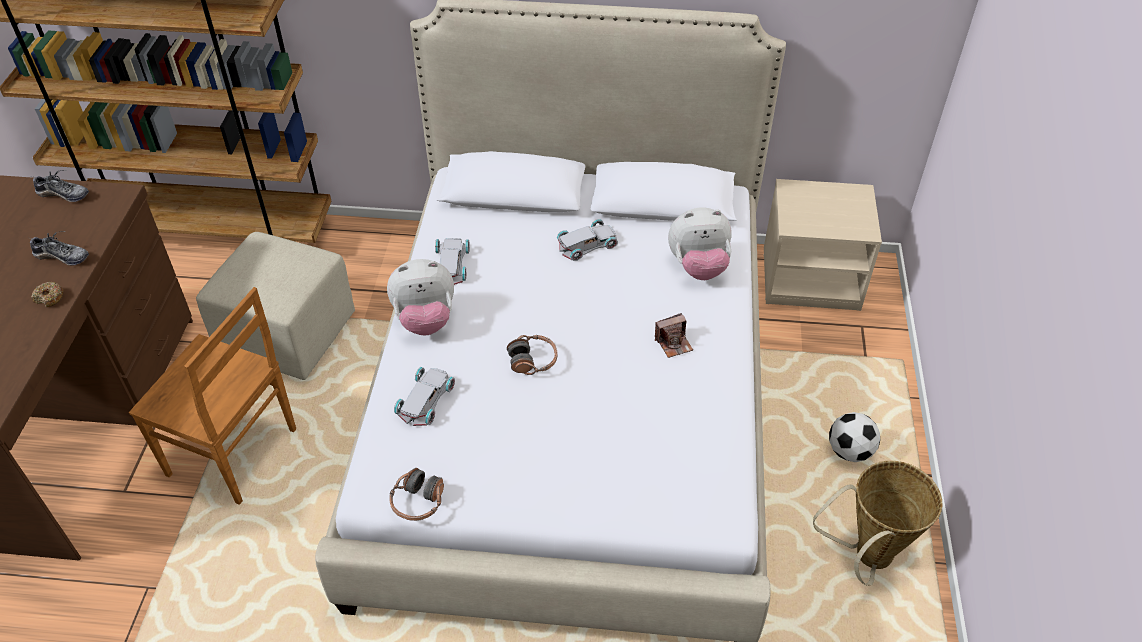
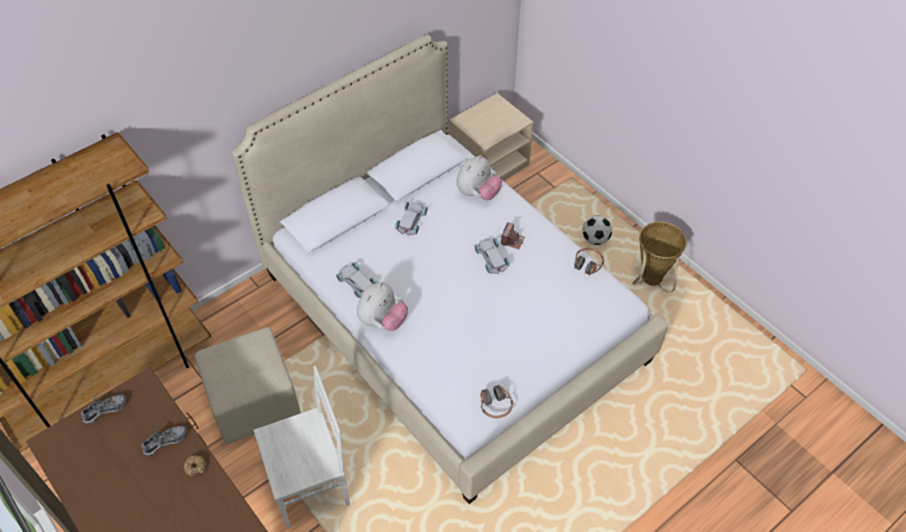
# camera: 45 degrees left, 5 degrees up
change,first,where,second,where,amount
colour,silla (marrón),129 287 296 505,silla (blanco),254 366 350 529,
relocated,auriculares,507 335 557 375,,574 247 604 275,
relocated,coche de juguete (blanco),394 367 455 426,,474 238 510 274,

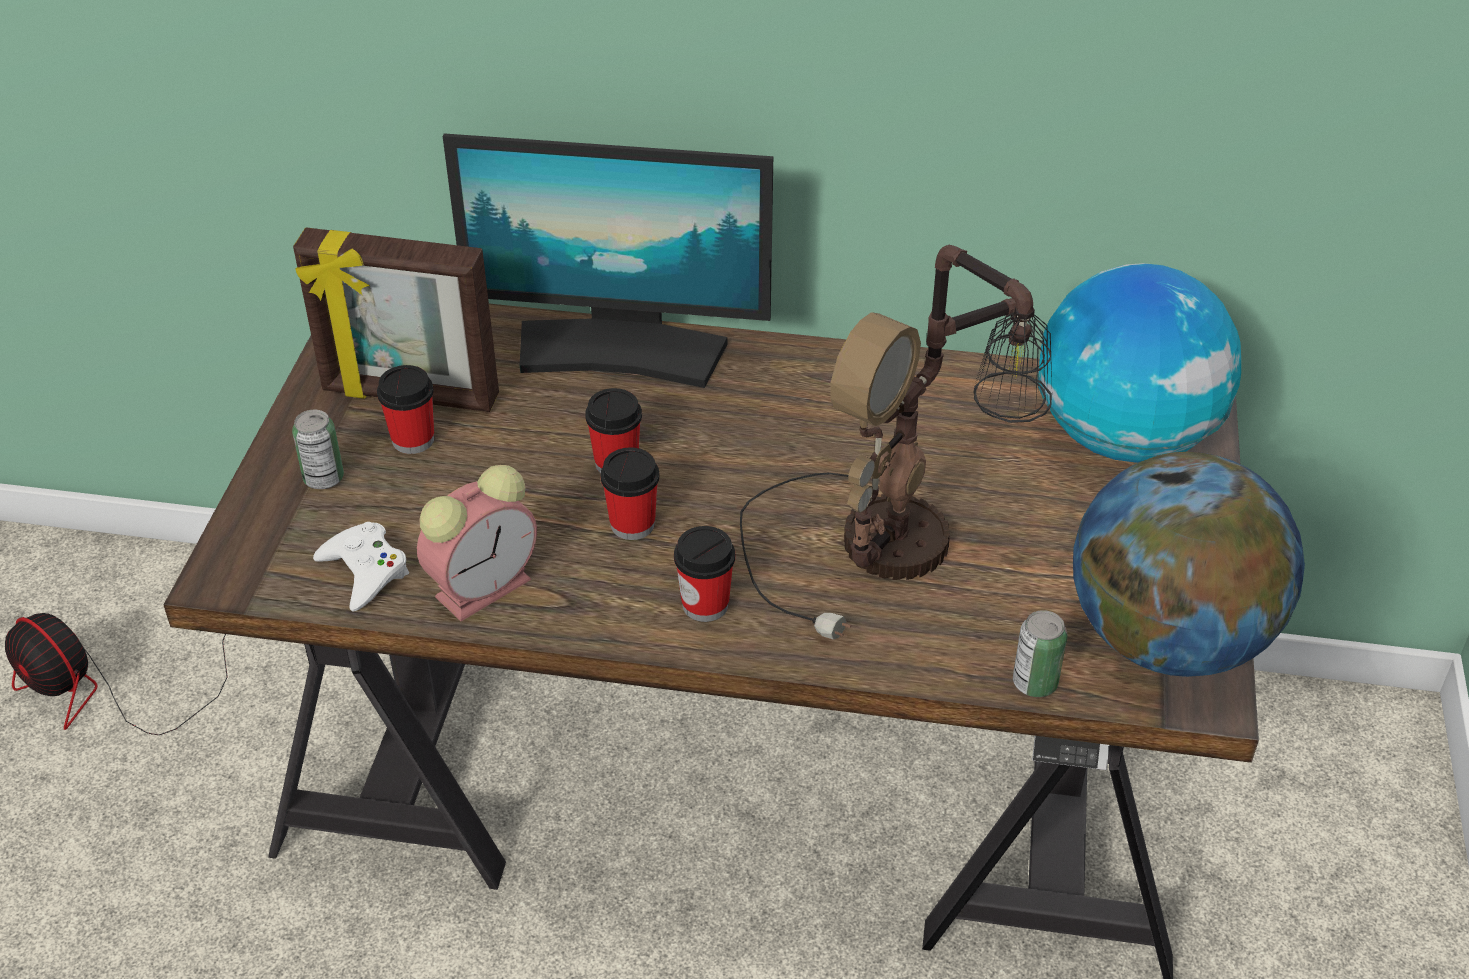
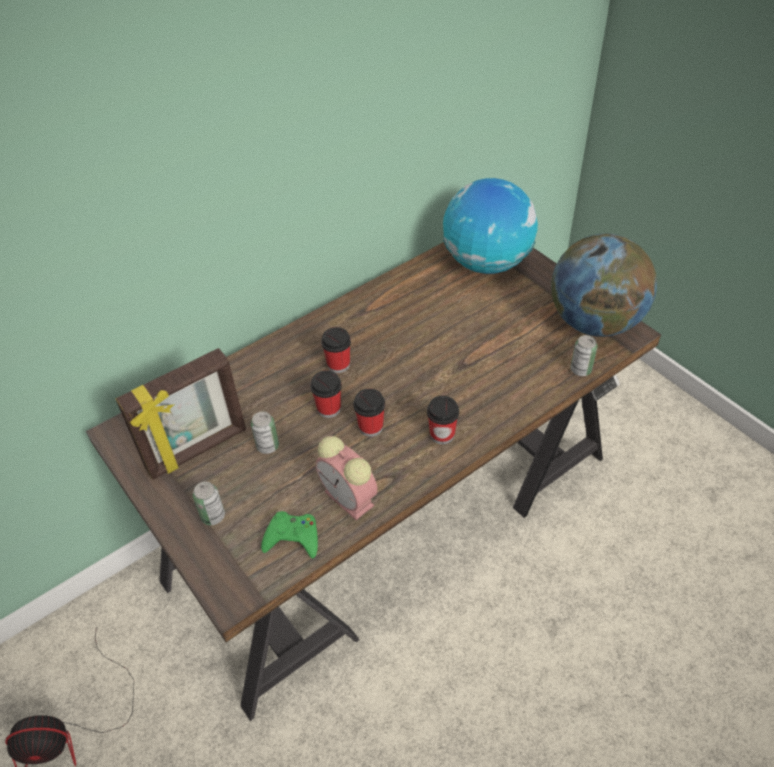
# camera: 45 degrees left, 5 degrees up
change,first,where,second,where,amount
missing,monitor,443 133 773 388,,,
missing,lámpara de mesa,740 245 1052 640,,,
relocated,taza,377 365 434 454,,321 327 351 373,
spun,despertador,417 465 537 621,,316 436 378 520,135 degrees clockwise
colour,mando de consola (blanco),313 522 409 611,mando de consola (verde),261 511 318 559,
appeared,,,lata,251 412 279 454,

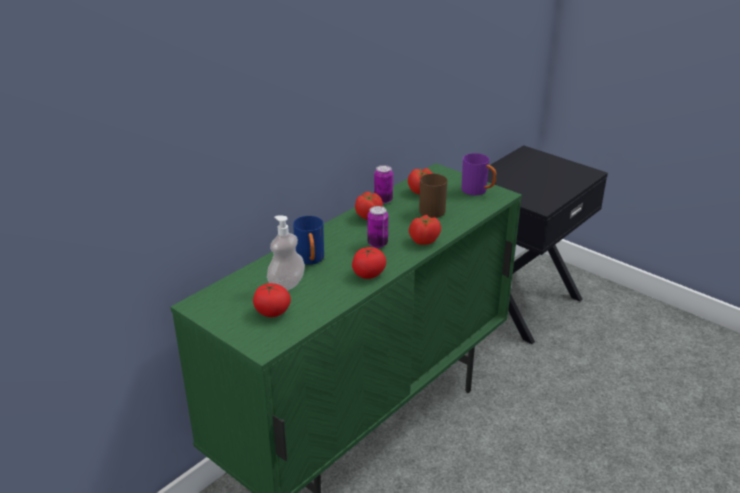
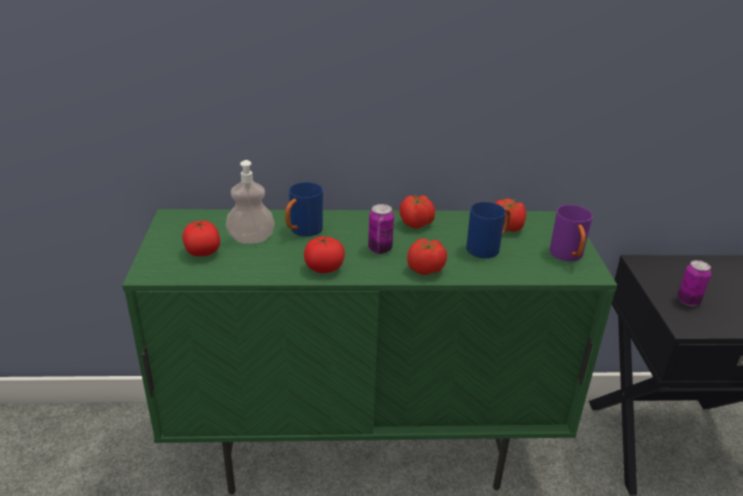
# camera: 45 degrees right, 0 degrees up
change,first,where,second,where,amount
relocated,lata,374 165 393 204,,677 260 711 306,
colour,taza grande (marrón),419 174 447 218,taza grande (azul),466 202 511 258,

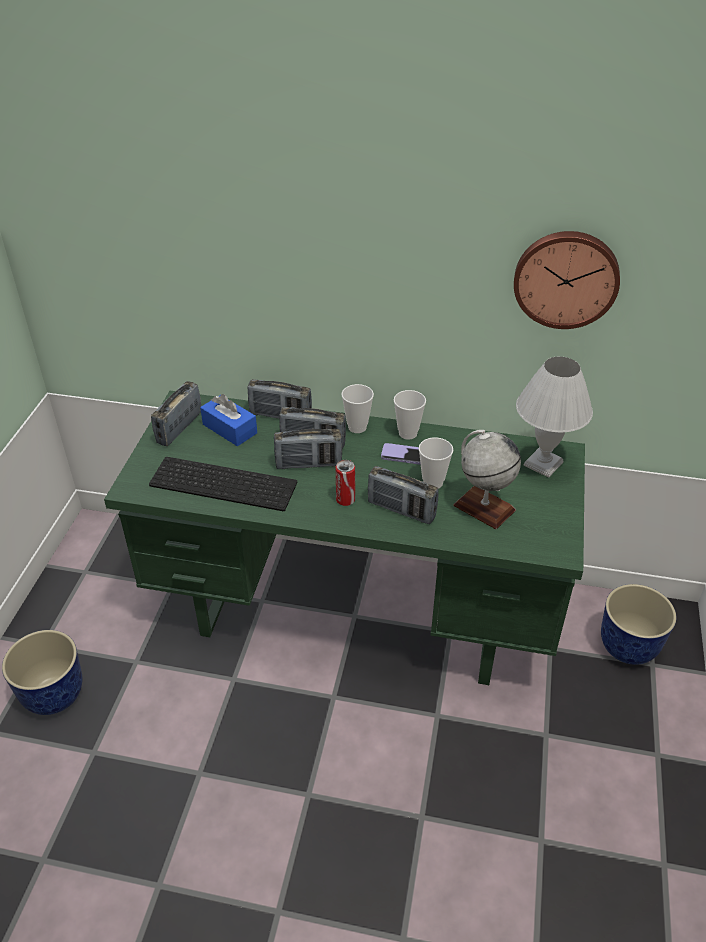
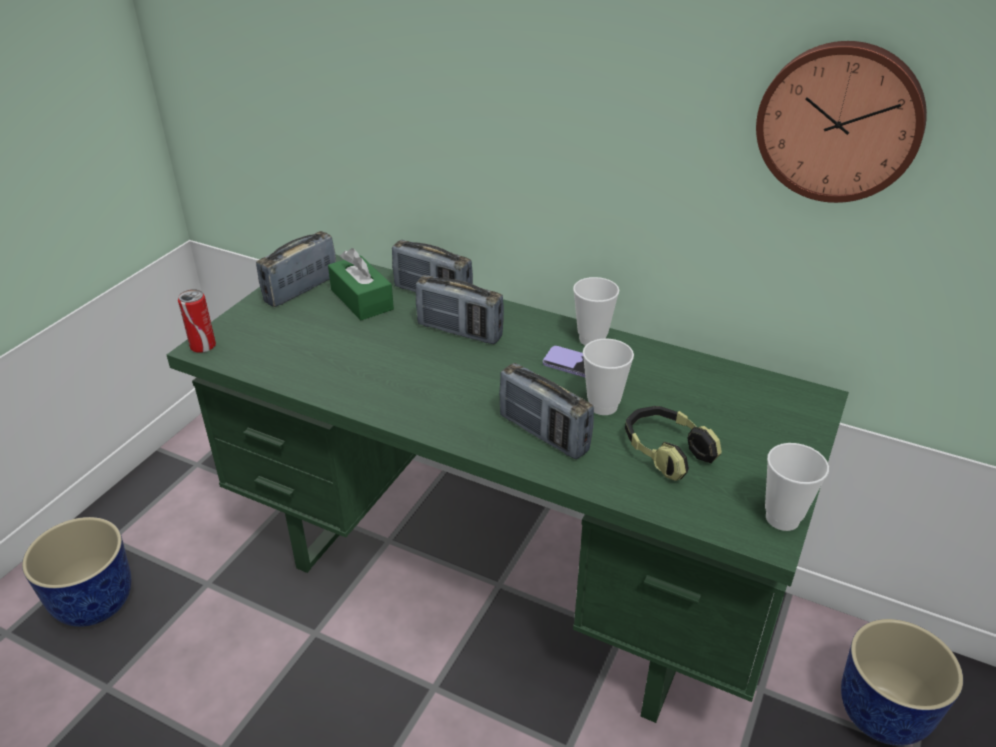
# camera: 15 degrees right, 5 degrees down
change,first,where,second,where,amount
missing,lámpara de mesa (blanco),516 356 593 478,,,
relocated,taza,342 384 374 433,,765 443 829 531,
colour,caja de pañuelos (azul),200 394 257 446,caja de pañuelos (verde),328 248 394 320,
missing,radio,274 429 342 469,,,
exchanged,globo terráqueo,453 430 521 529,auriculares,625 406 722 481,
missing,teclado,149 457 297 511,,,
relocated,lata,336 460 355 506,,178 289 216 353,

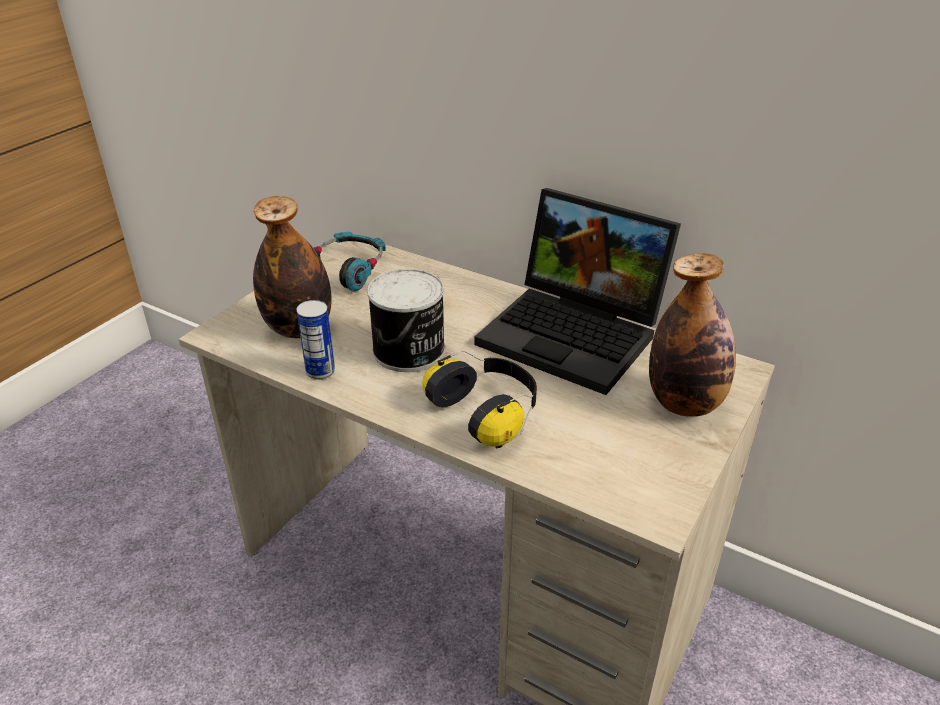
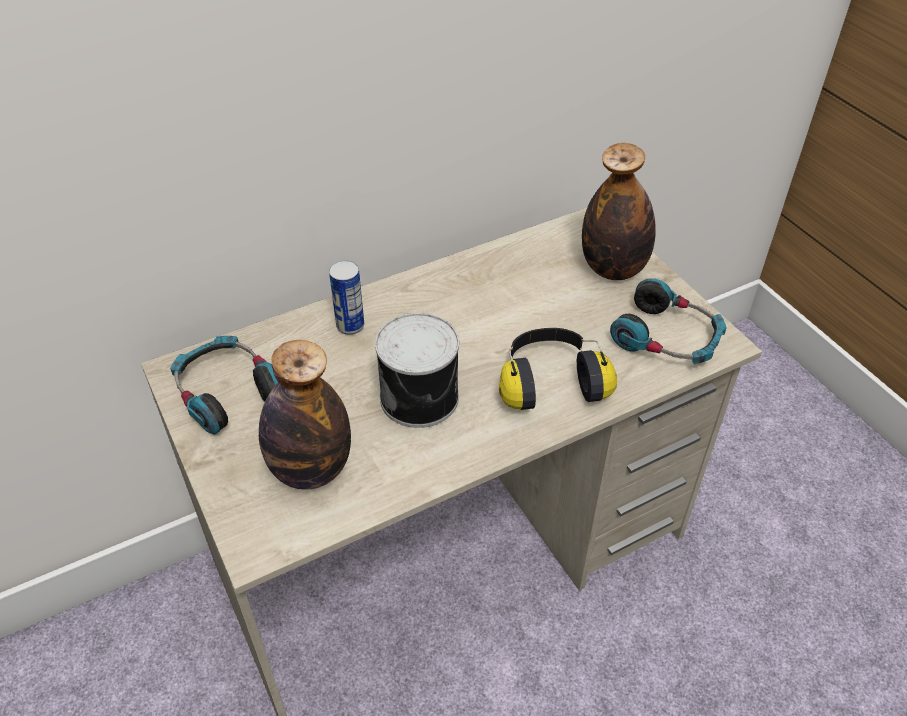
# camera: 60 degrees left, 10 degrees up
change,first,where,second,where,amount
missing,portátil,474 188 681 395,,,
relocated,lata,296 300 335 380,,329 260 364 335,
appeared,,,auriculares,610 279 727 364,

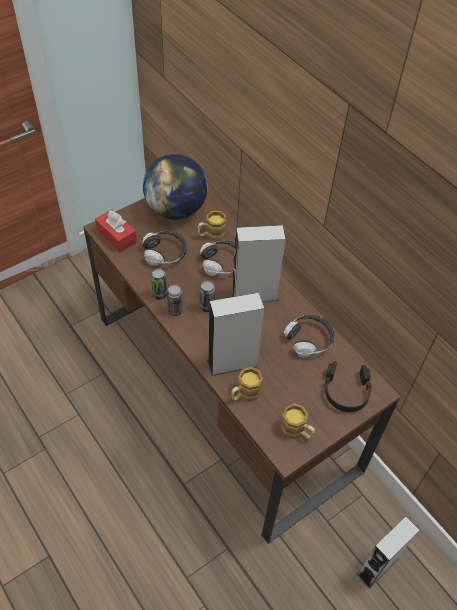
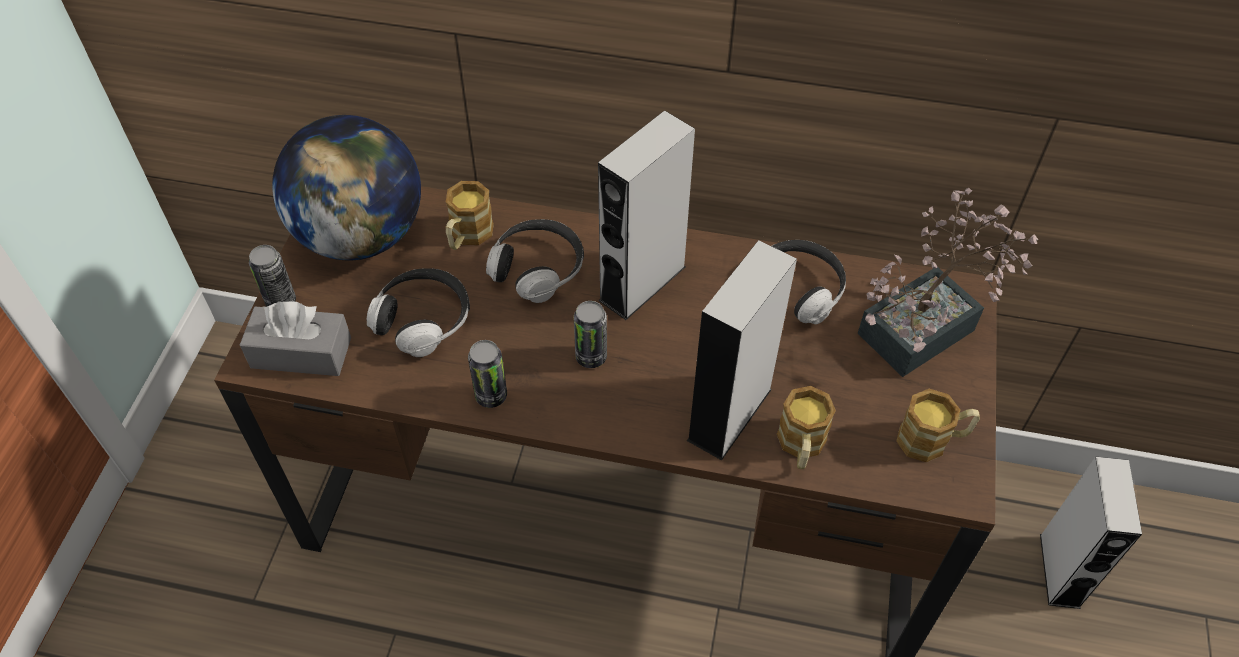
# camera: 40 degrees left, 0 degrees up
change,first,where,second,where,amount
colour,caja de pañuelos (rojo),95 209 137 252,caja de pañuelos (gris),240 301 351 376,
relocated,lata,167 284 183 316,,249 245 296 307,
exchanged,auriculares (negro),325 361 371 412,planta en maceta,858 188 1038 377,

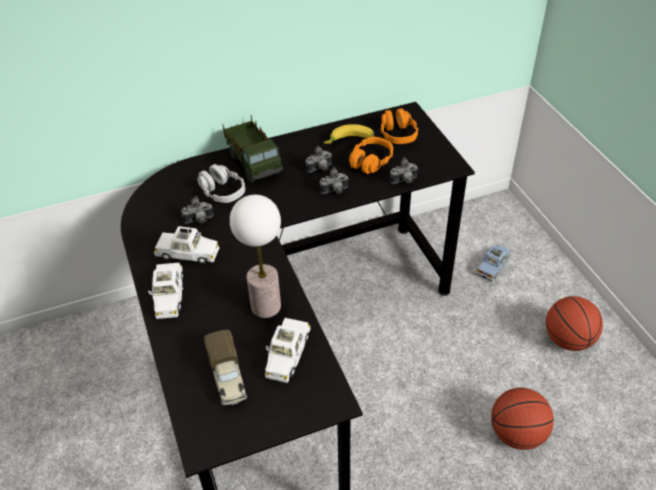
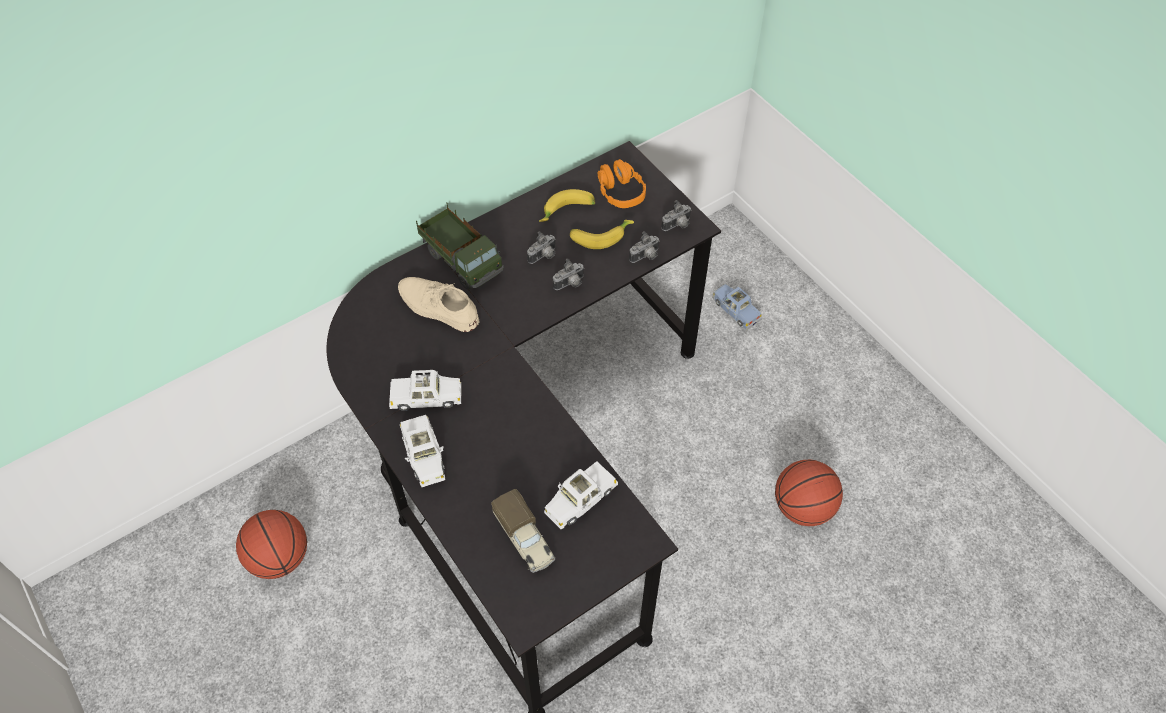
# camera: 15 degrees left, 10 degrees up
change,first,where,second,where,amount
exchanged,auriculares (naranja),349 137 393 174,plátano,570 220 634 249,
exchanged,auriculares (gris),197 164 245 203,zapato (beis),398 277 480 332,
missing,lámpara de mesa,230 195 281 318,,,
relocated,cámara,181 196 214 223,,661 200 692 231,
spun,coche de juguete (azul),475 244 510 282,,712 284 763 330,60 degrees counterclockwise
relocated,balón de baloncesto,546 296 603 351,,236 510 307 579,
spun,coche de juguete (blanco),265 318 310 383,,544 461 618 529,45 degrees clockwise

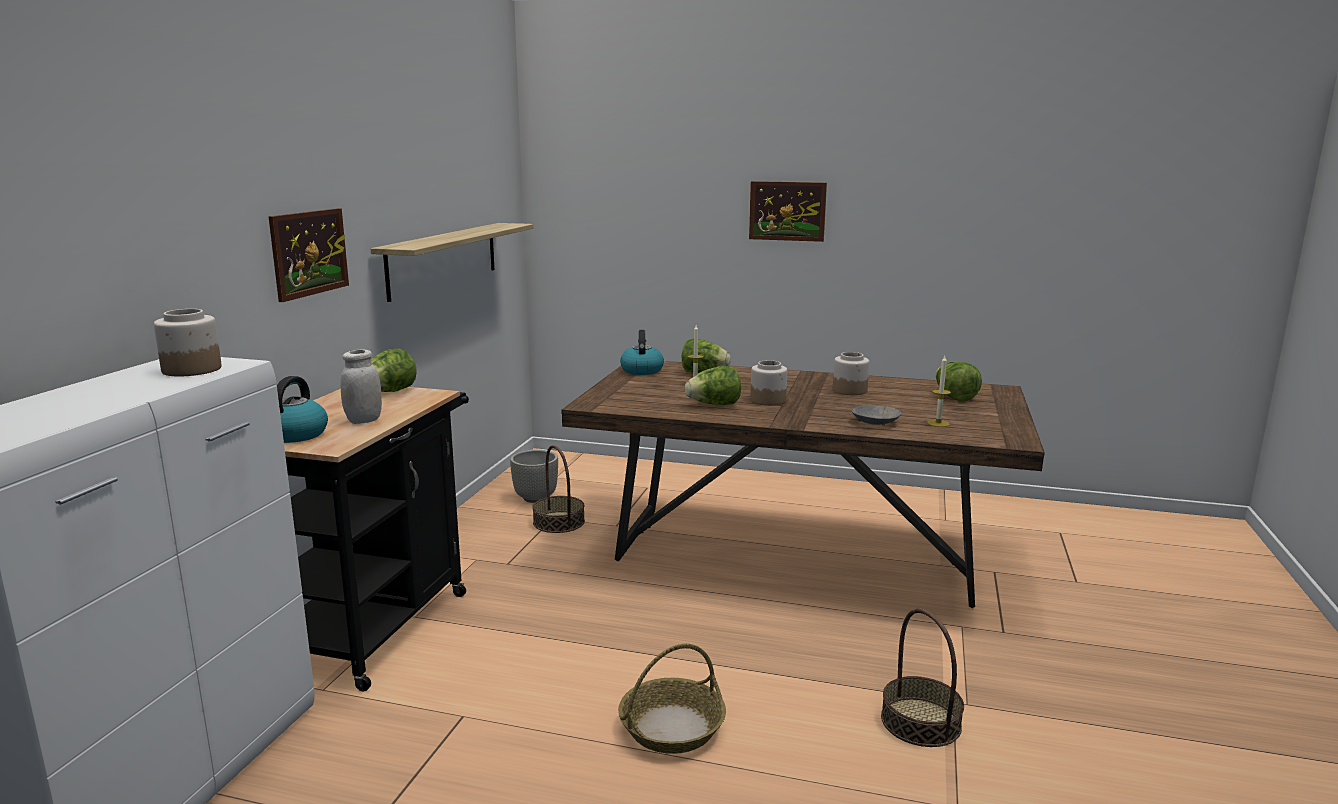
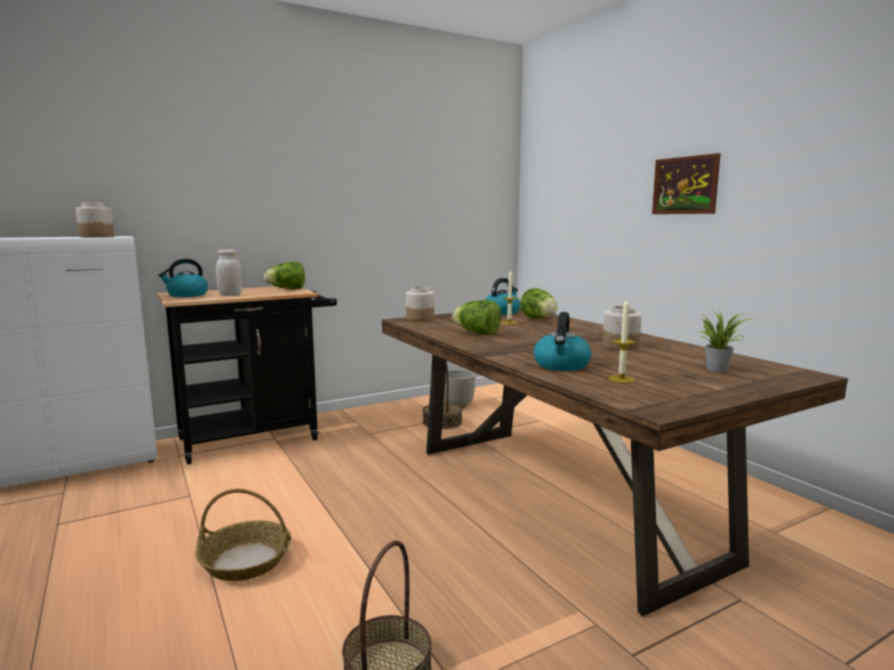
# camera: 45 degrees right, 5 degrees down
change,first,where,second,where,amount
missing,cuadro,269 208 349 302,,,
missing,estante,371 223 533 302,,,
relocated,tarro,750 360 787 406,,406 287 434 321,
exchanged,lechuga,935 362 982 402,planta en maceta,699 310 754 372,
exchanged,cuenco (gris),852 405 901 426,hervidor,534 312 592 371,

